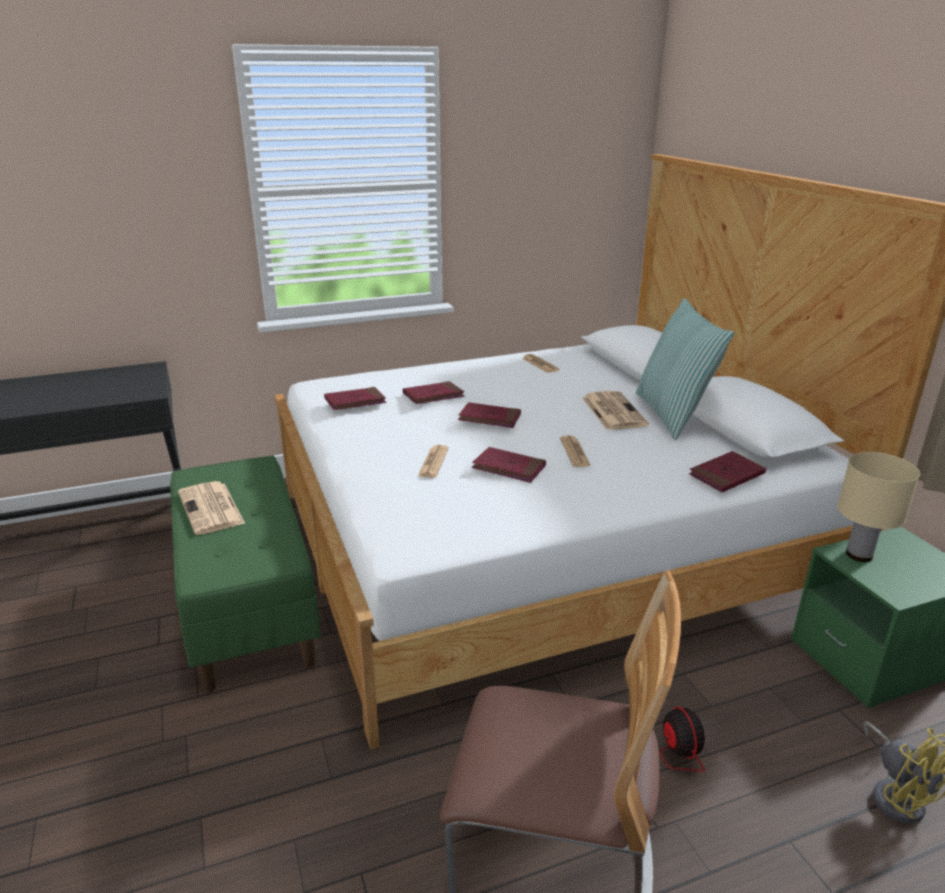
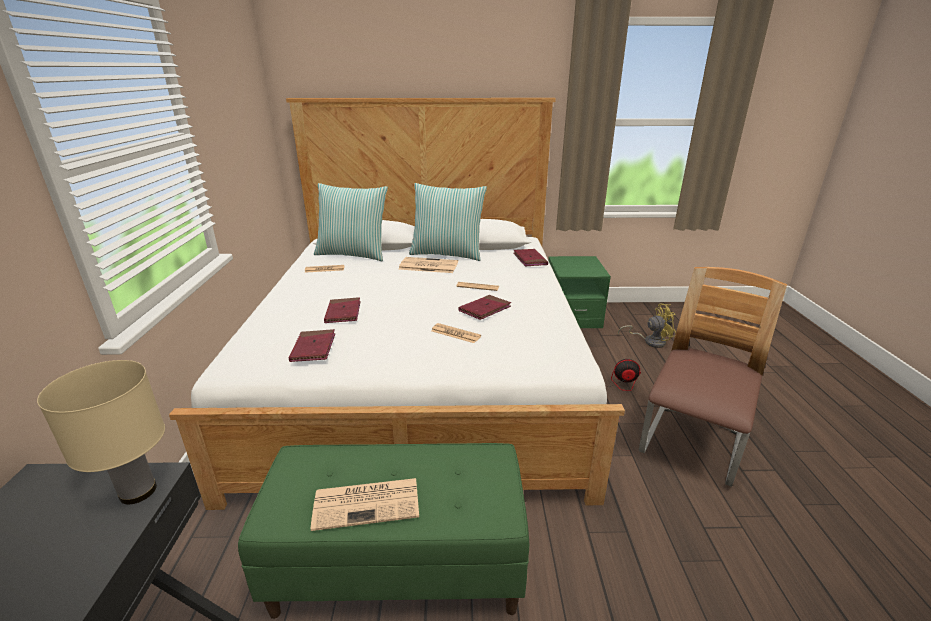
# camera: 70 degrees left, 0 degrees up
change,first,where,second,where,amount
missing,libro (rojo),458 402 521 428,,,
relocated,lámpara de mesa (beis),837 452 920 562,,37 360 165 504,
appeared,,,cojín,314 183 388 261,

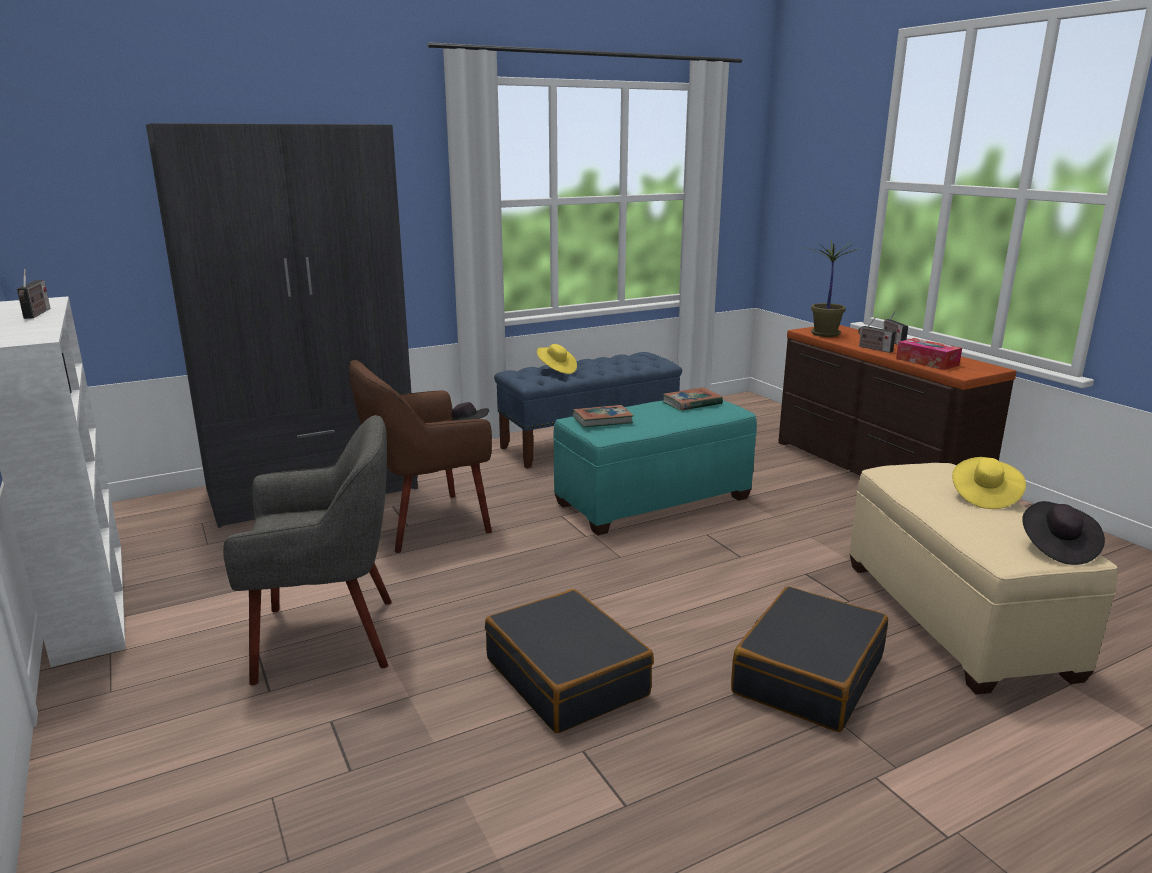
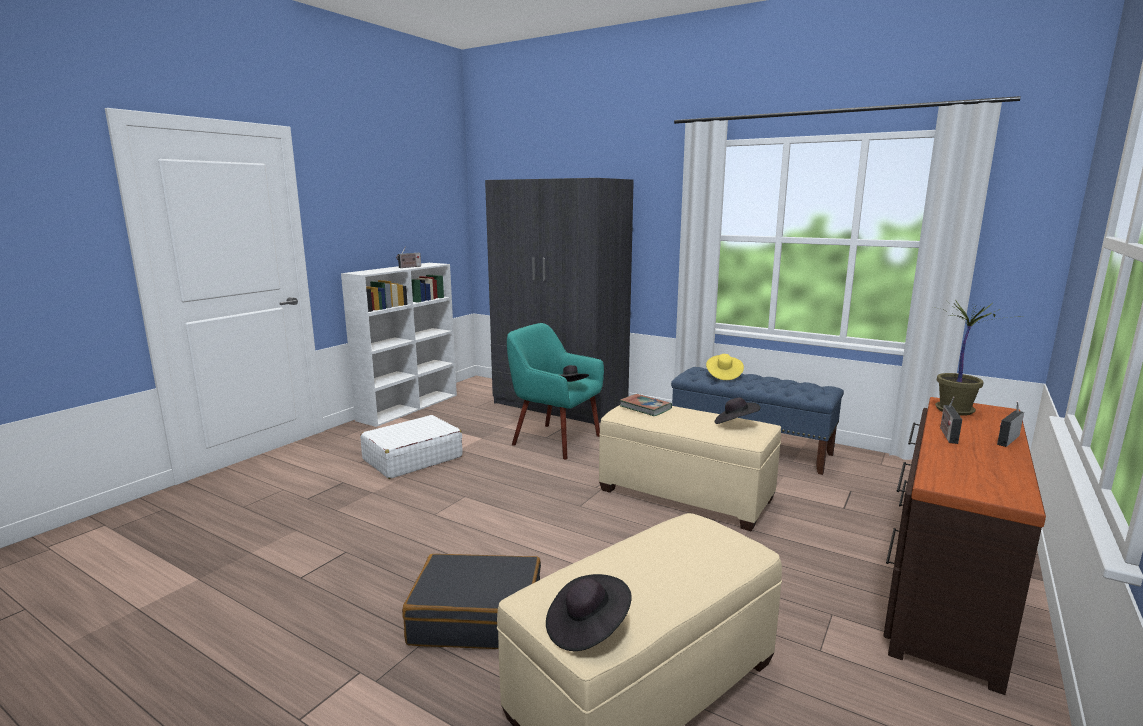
# camera: 60 degrees right, 5 degrees down
change,first,where,second,where,amount
missing,caja de pañuelos,896 338 962 370,,,
colour,sillón (marrón),349 360 492 553,sillón (turquesa),507 323 604 460,
exchanged,libro,662 387 723 411,sombrero (negro),714 398 761 424,
colour,puf (turquesa),553 400 757 536,puf (beis),599 405 781 531,
exchanged,sillón (gris),223 415 392 685,maleta (blanco),360 415 463 479,
missing,sombrero (amarillo),952 457 1026 509,,,
missing,maleta (negro),485 589 654 733,,,

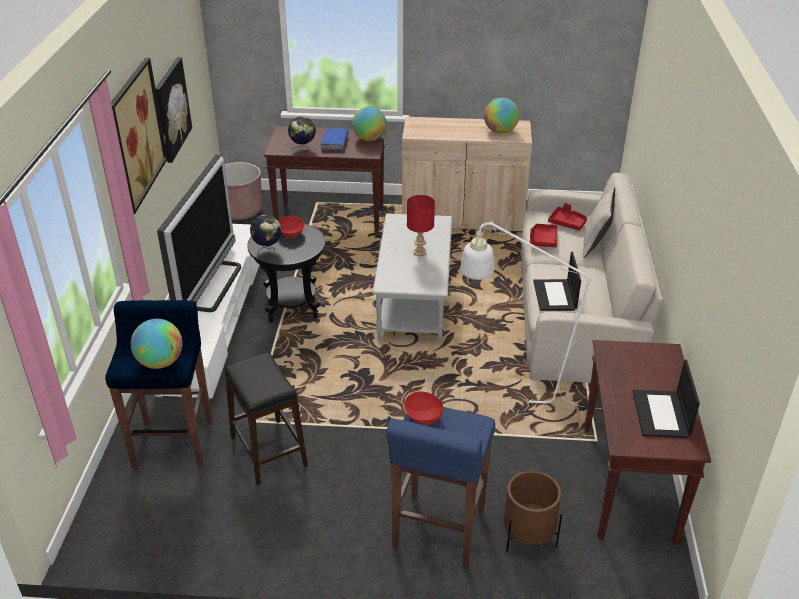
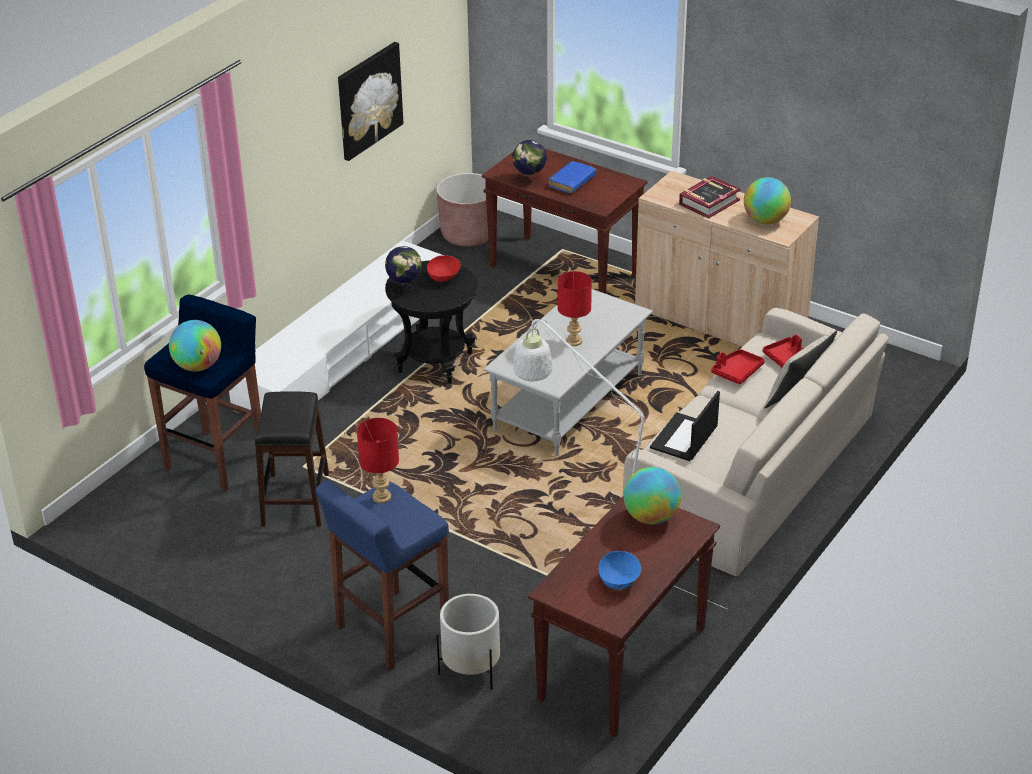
# camera: 30 degrees right, 0 degrees up
change,first,where,second,where,amount
missing,cuadro,111 58 167 214,,,
relocated,globo terráqueo,352 106 387 141,,624 467 681 525,
missing,televisor,157 155 241 312,,,
exchanged,portátil,633 360 700 438,cuenco (azul),599 551 641 590,
exchanged,cuenco (rojo),404 391 443 425,lámpara de mesa (rojo),357 418 399 503,
colour,maceta (marrón),504 471 562 553,maceta (blanco),436 594 500 690,
appeared,,,libro,679 176 741 219,

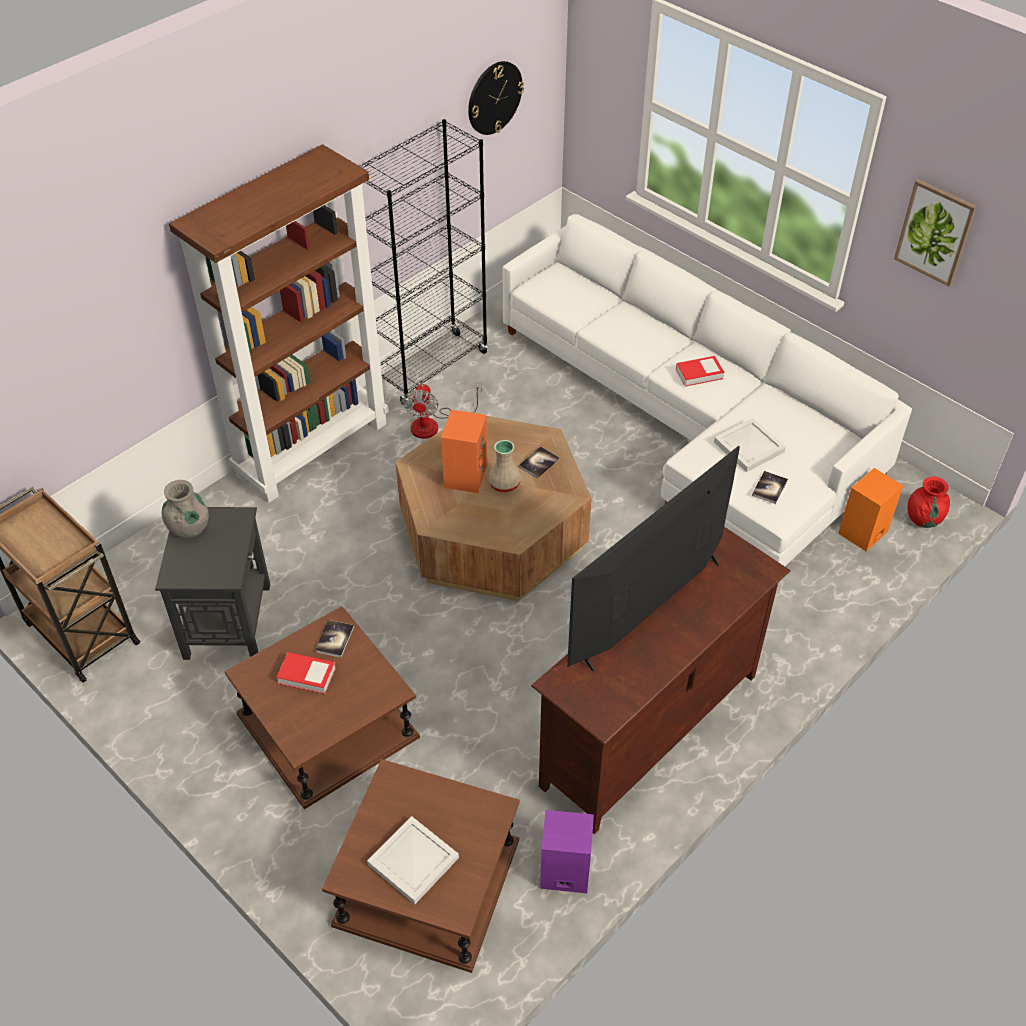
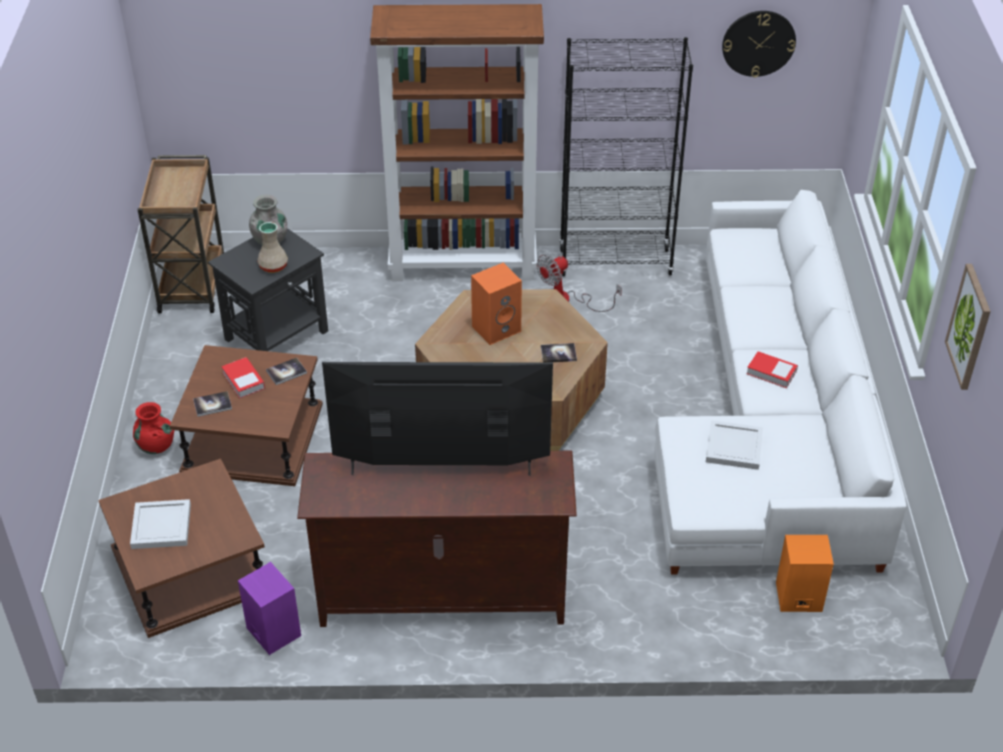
# camera: 45 degrees right, 5 degrees down
change,first,where,second,where,amount
relocated,florero (beis),488 440 521 492,,257 222 288 273,
relocated,libro,752 471 788 504,,193 391 232 417,
relocated,florero (rojo),907 476 950 528,,133 402 175 454,

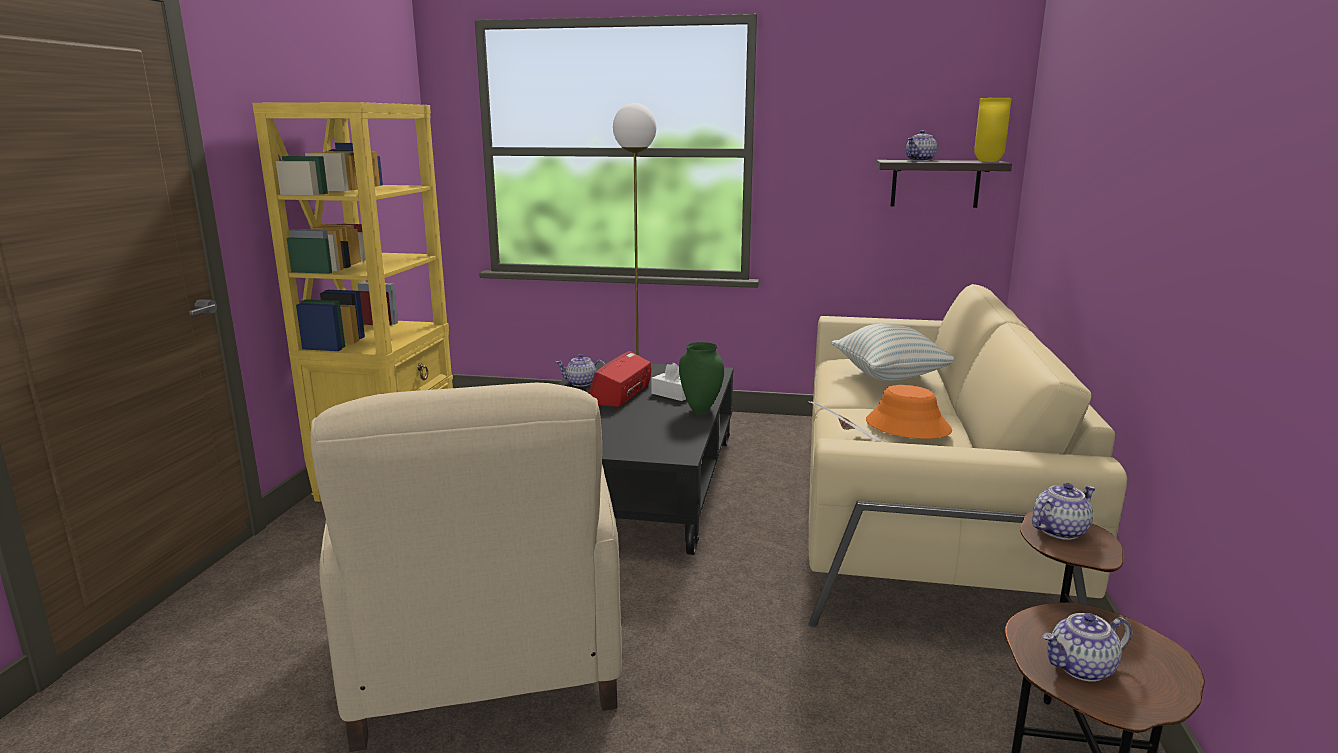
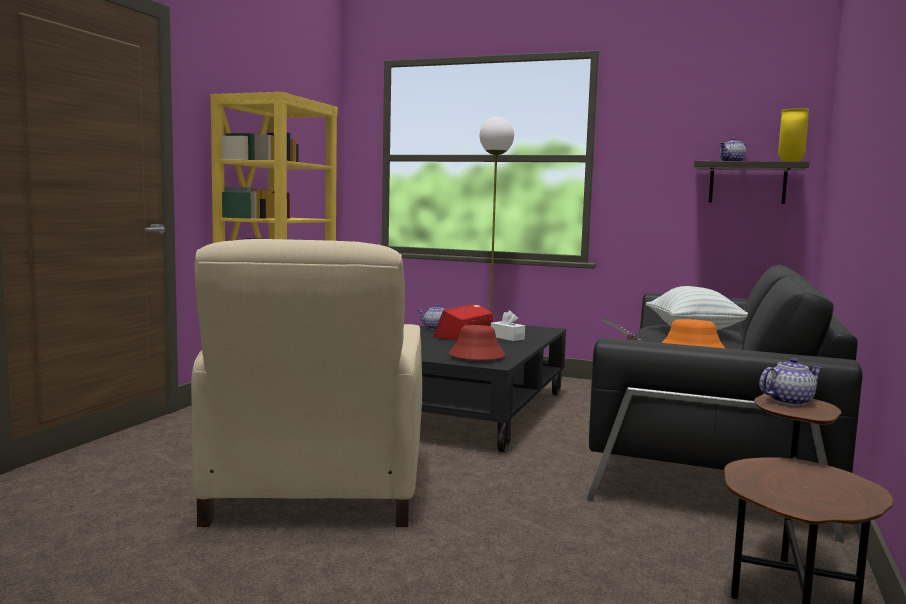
# camera: 10 degrees right, 10 degrees down
change,first,where,second,where,amount
colour,sofá (beis),808 284 1127 627,sofá (negro),586 264 863 543,
missing,florero (verde),679 342 724 413,,,
missing,tetera,1042 613 1131 682,,,
appeared,,,sombrero (rojo),449 325 505 360,

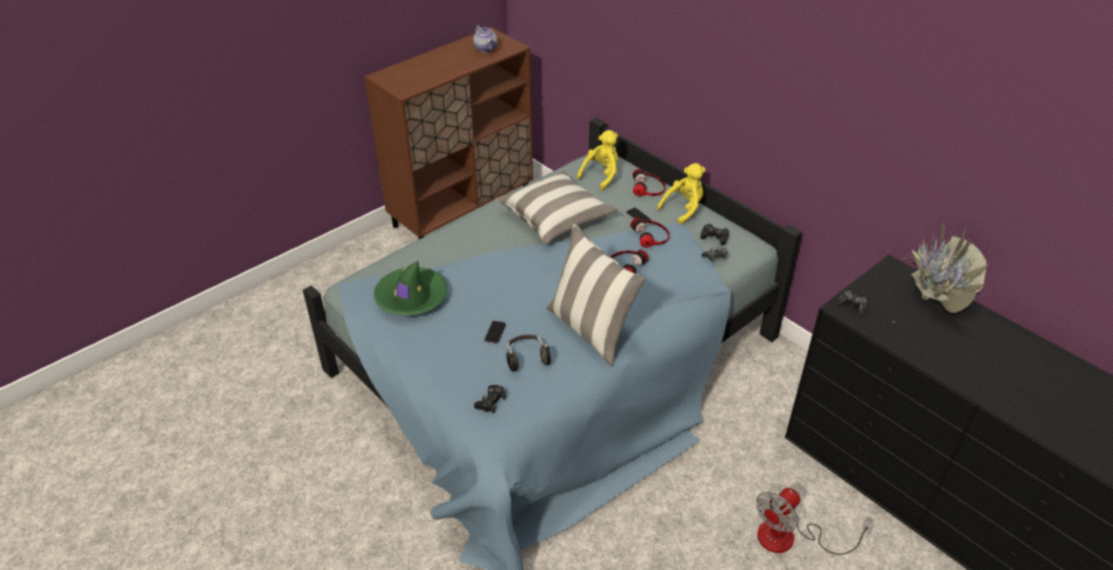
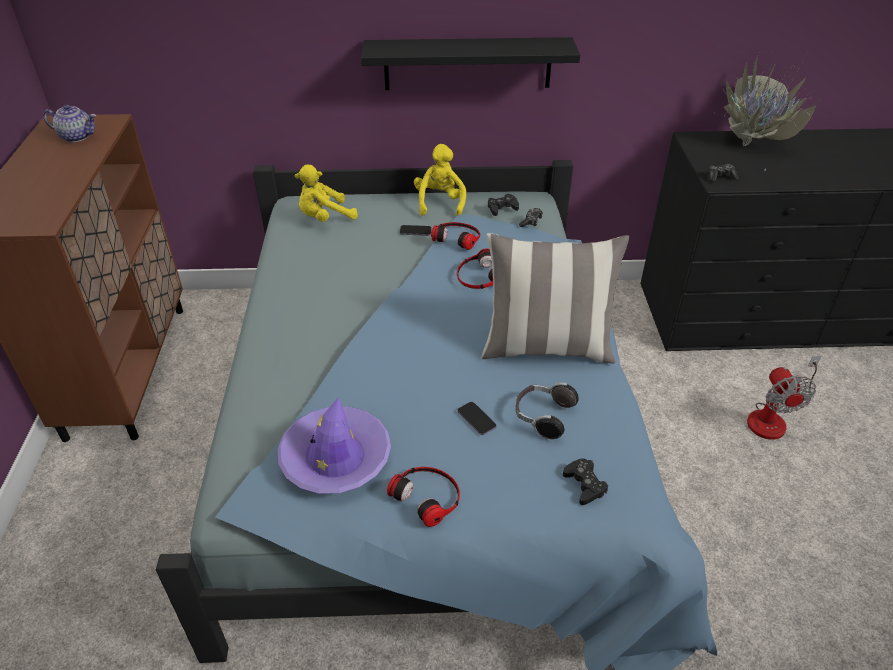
# camera: 50 degrees left, 0 degrees up
change,first,where,second,where,amount
spun,peluche (amarillo),577 130 618 191,,295 165 358 222,105 degrees counterclockwise
relocated,auriculares,633 169 665 196,,387 467 460 527,
missing,cojín,495 170 618 244,,,
colour,sombrero (verde),374 261 448 316,sombrero (morado),277 397 391 494,
appeared,,,estante (negro),361 37 580 90,

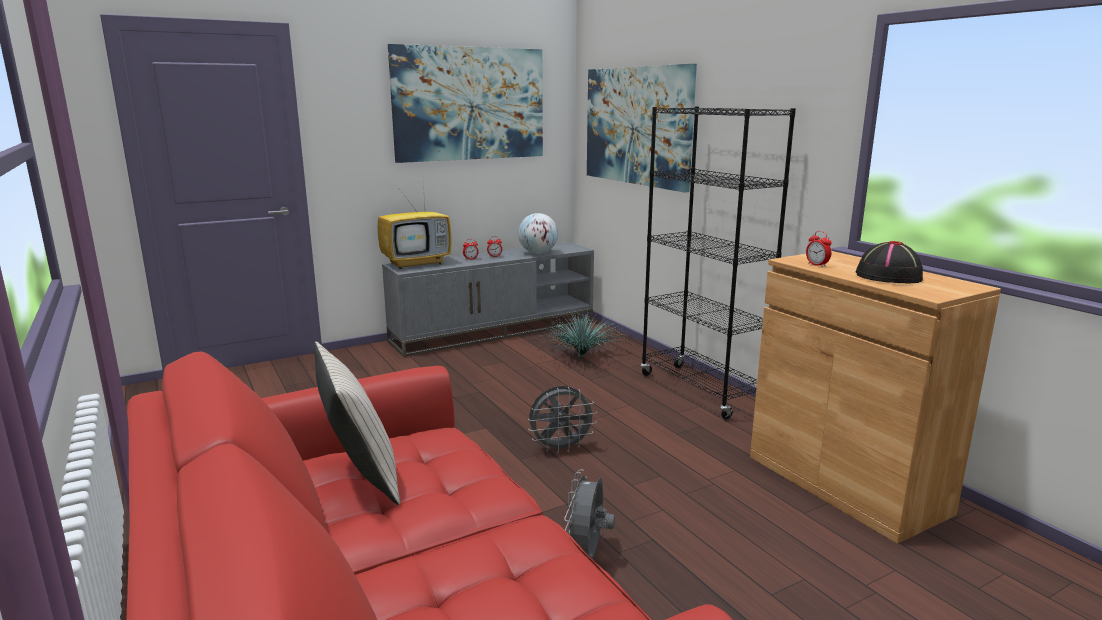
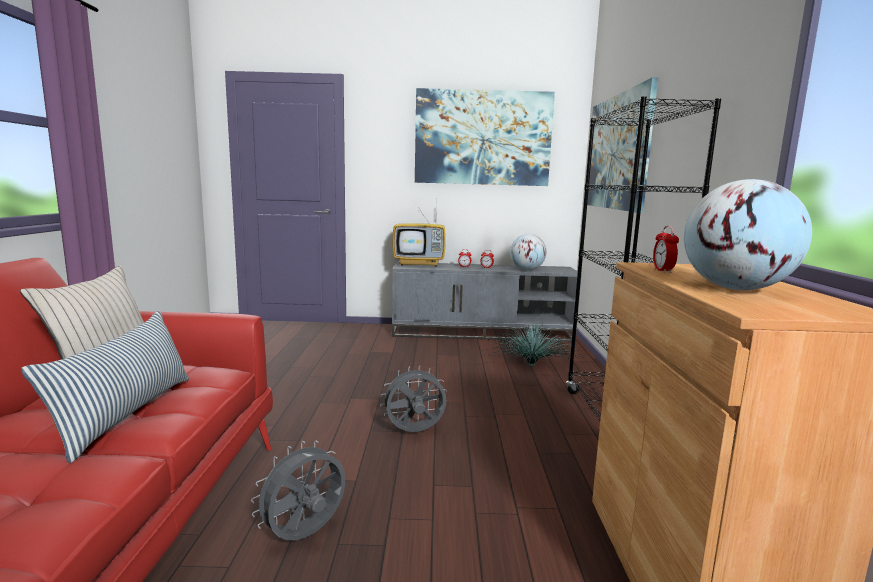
# camera: 30 degrees right, 5 degrees down
change,first,where,second,where,amount
exchanged,sombrero (negro),856 241 923 283,globo terráqueo,684 179 812 290,
spun,ventilador (gris),528 386 597 454,,380 365 447 432,150 degrees clockwise
appeared,,,cojín,21 311 189 463,

